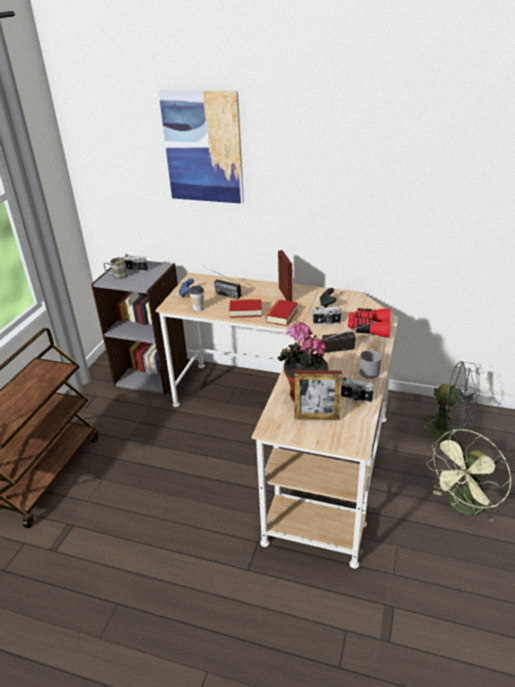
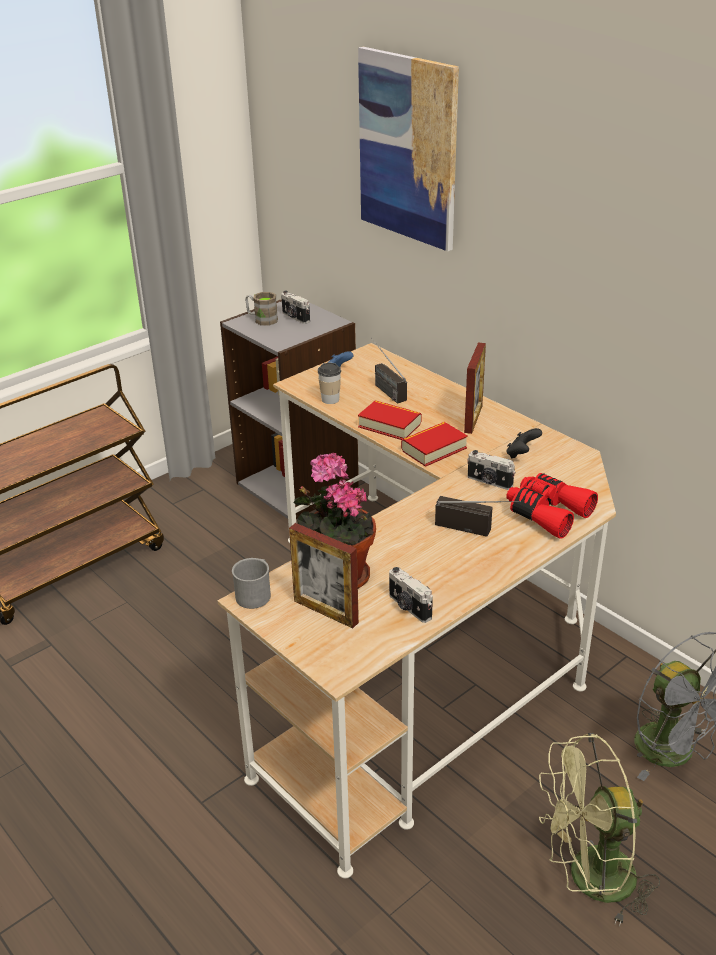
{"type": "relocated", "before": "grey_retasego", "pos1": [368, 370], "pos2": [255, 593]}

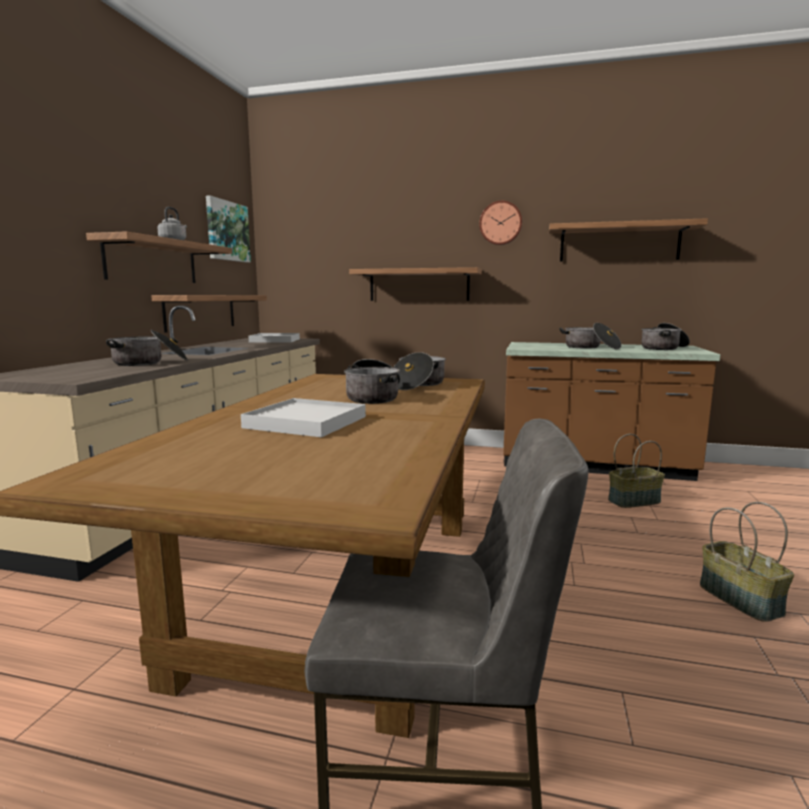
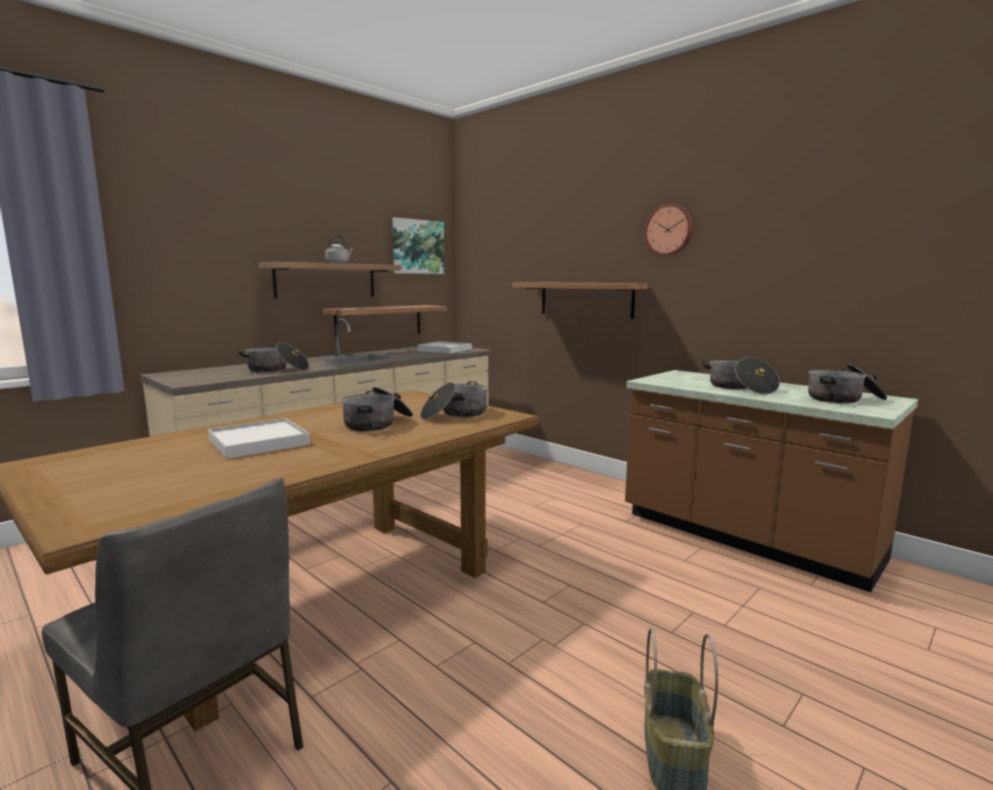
{"type": "missing", "before": "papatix", "pos1": [619, 243]}
{"type": "missing", "before": "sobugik", "pos1": [634, 501]}

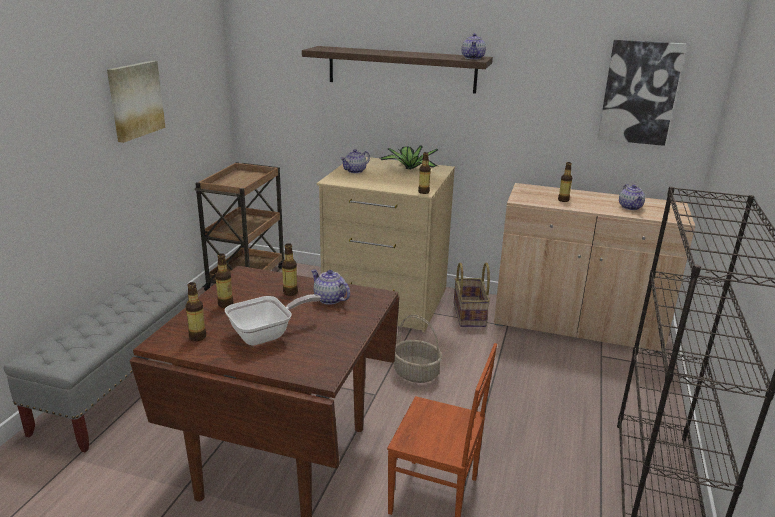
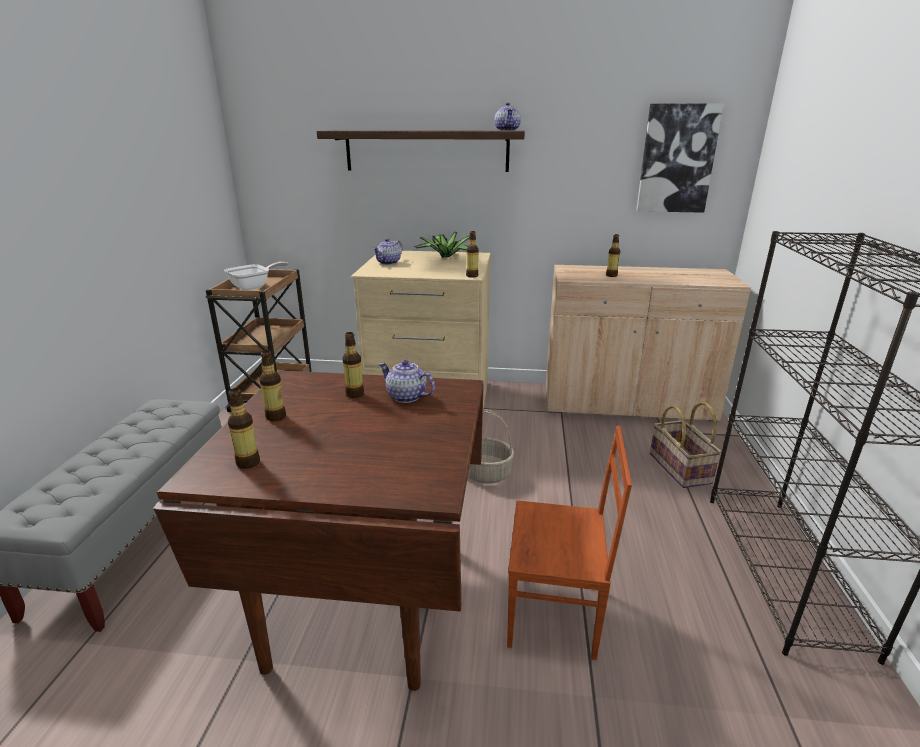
{"type": "missing", "before": "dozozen", "pos1": [135, 100]}
{"type": "relocated", "before": "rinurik", "pos1": [267, 334], "pos2": [254, 286]}
{"type": "relocated", "before": "sobugik", "pos1": [470, 315], "pos2": [681, 468]}
{"type": "missing", "before": "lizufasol", "pos1": [630, 207]}

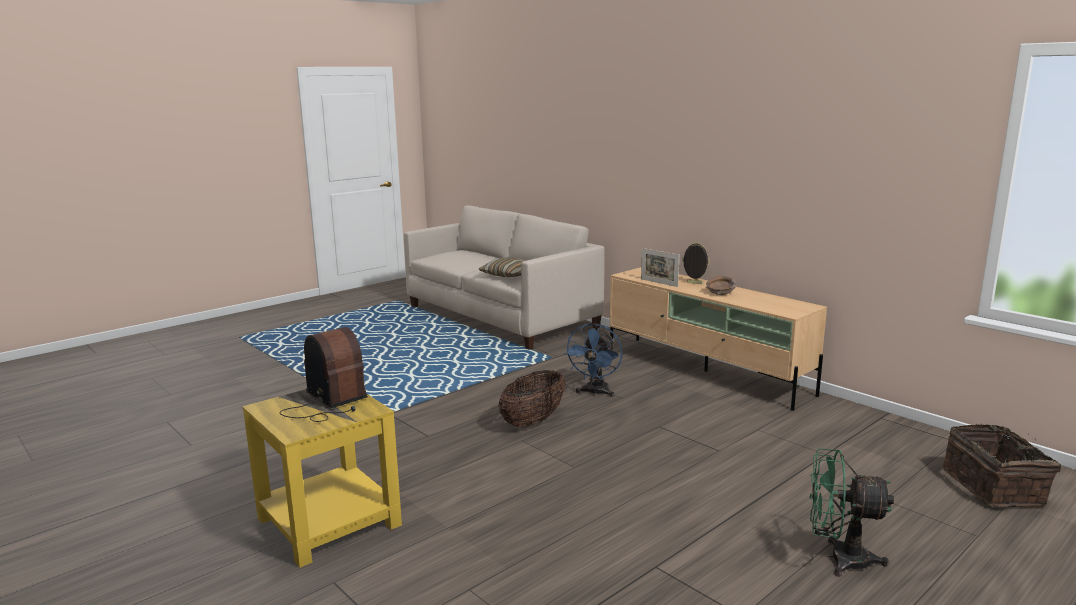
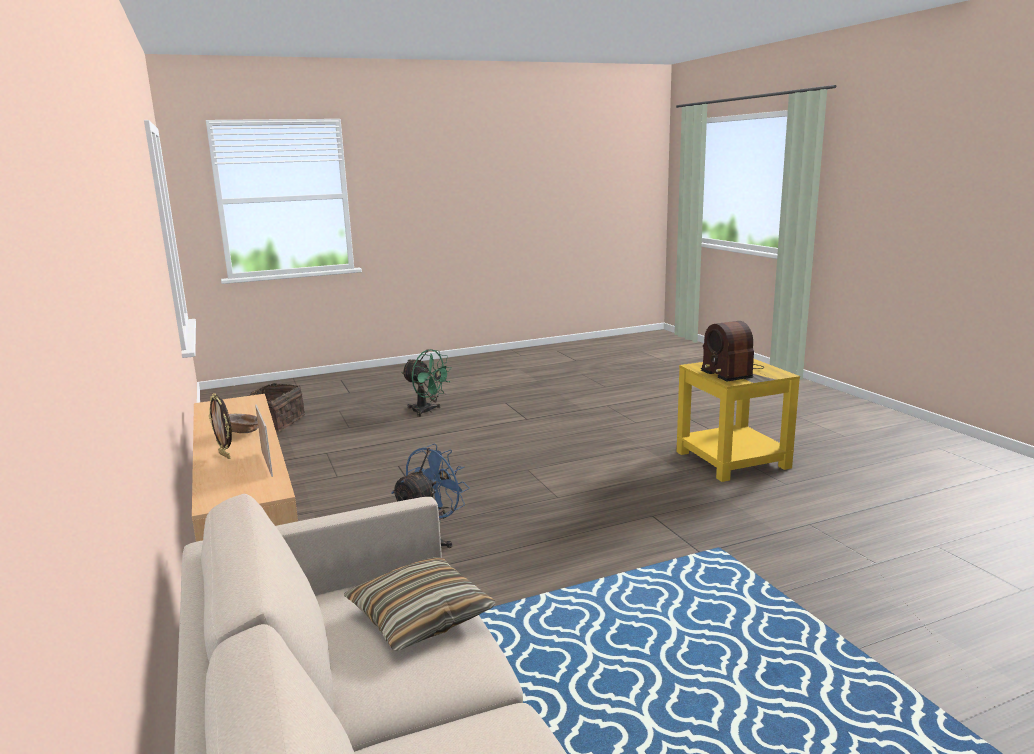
{"type": "missing", "before": "sobugik", "pos1": [533, 421]}

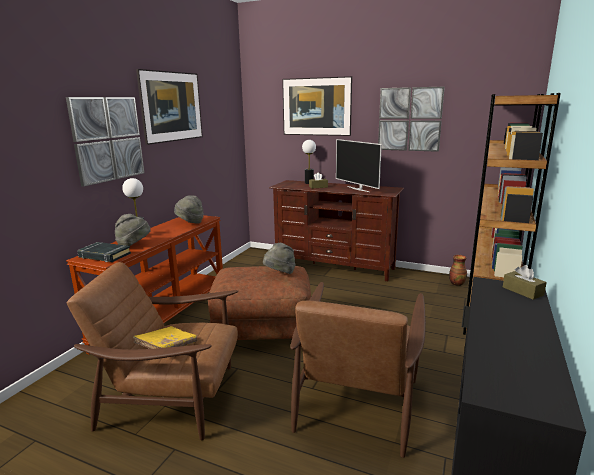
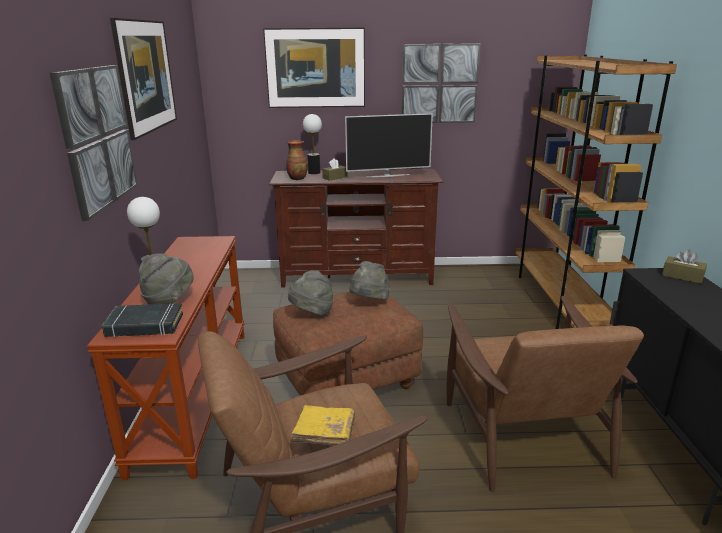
{"type": "relocated", "before": "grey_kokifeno", "pos1": [190, 222], "pos2": [312, 313]}
{"type": "spun", "before": "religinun", "pos1": [358, 189], "pos2": [387, 175], "turn": -45}
{"type": "relocated", "before": "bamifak", "pos1": [456, 283], "pos2": [297, 178]}

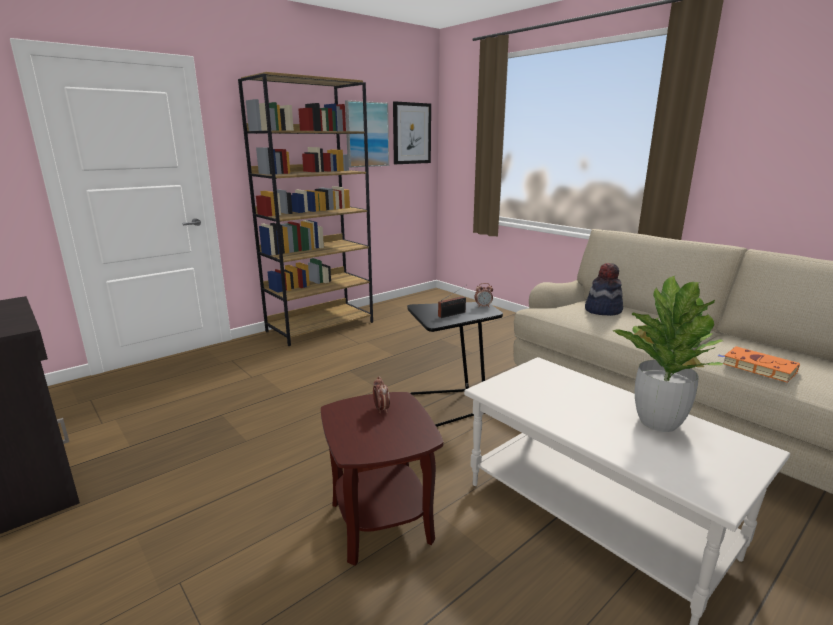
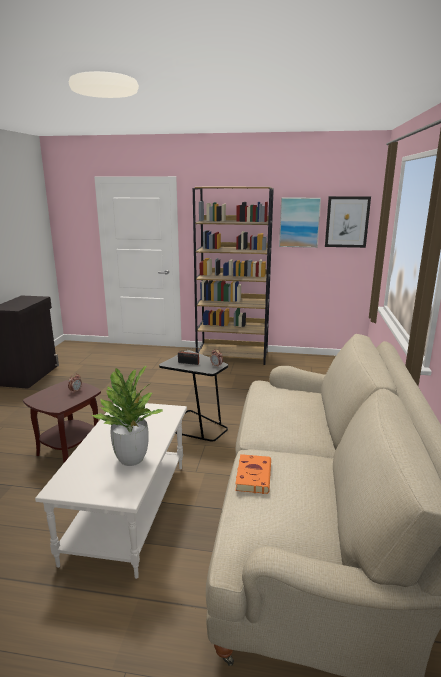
{"type": "missing", "before": "kokifeno", "pos1": [602, 310]}

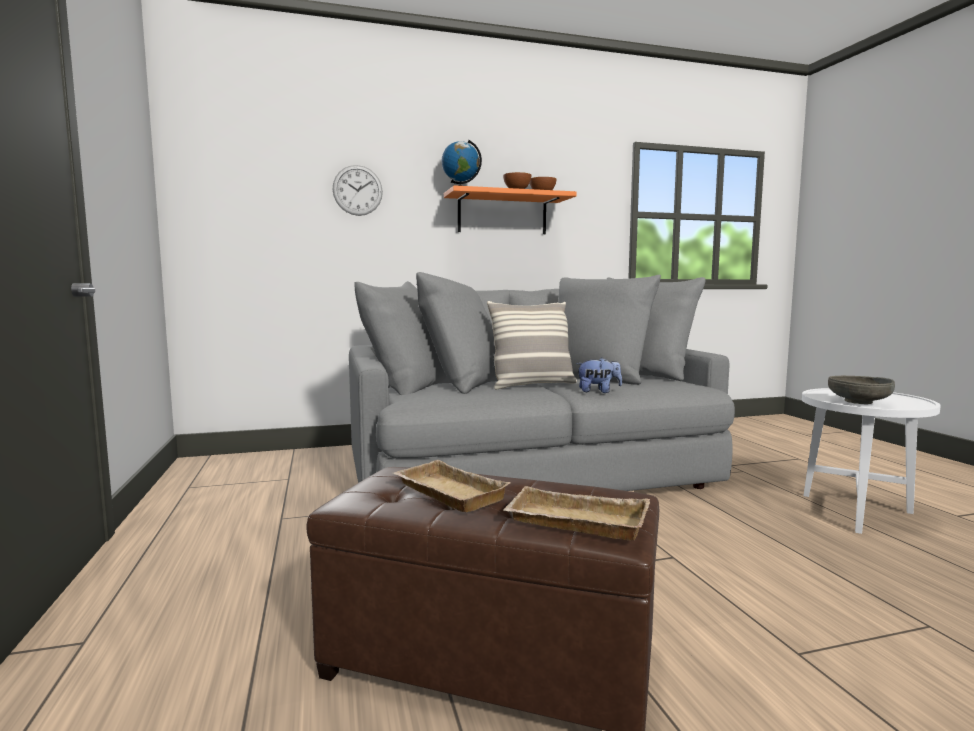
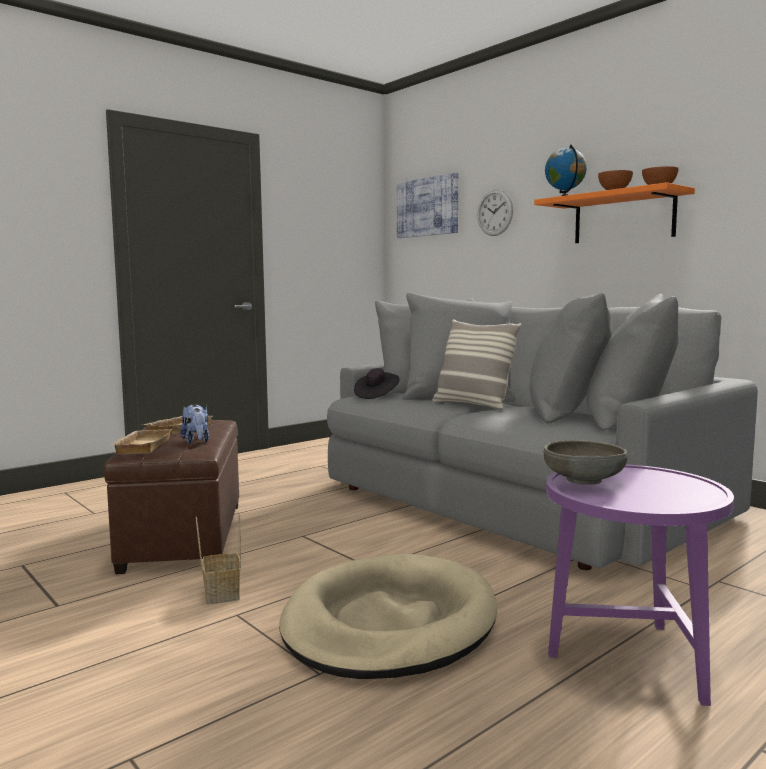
{"type": "relocated", "before": "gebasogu", "pos1": [598, 391], "pos2": [196, 441]}
{"type": "colour", "before": "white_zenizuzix", "after": "purple_zenizuzix", "pos1": [857, 514], "pos2": [628, 659]}
{"type": "appeared", "after": "sobugik", "pos2": [221, 593]}
{"type": "appeared", "after": "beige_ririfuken", "pos2": [389, 623]}
{"type": "appeared", "after": "black_kokifeno", "pos2": [376, 396]}
{"type": "appeared", "after": "dozozen", "pos2": [427, 207]}

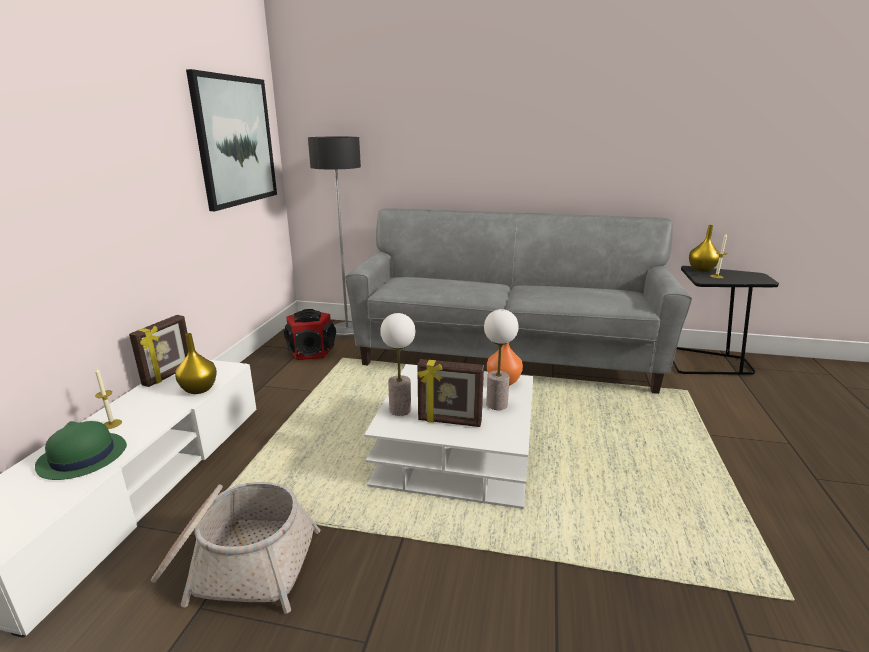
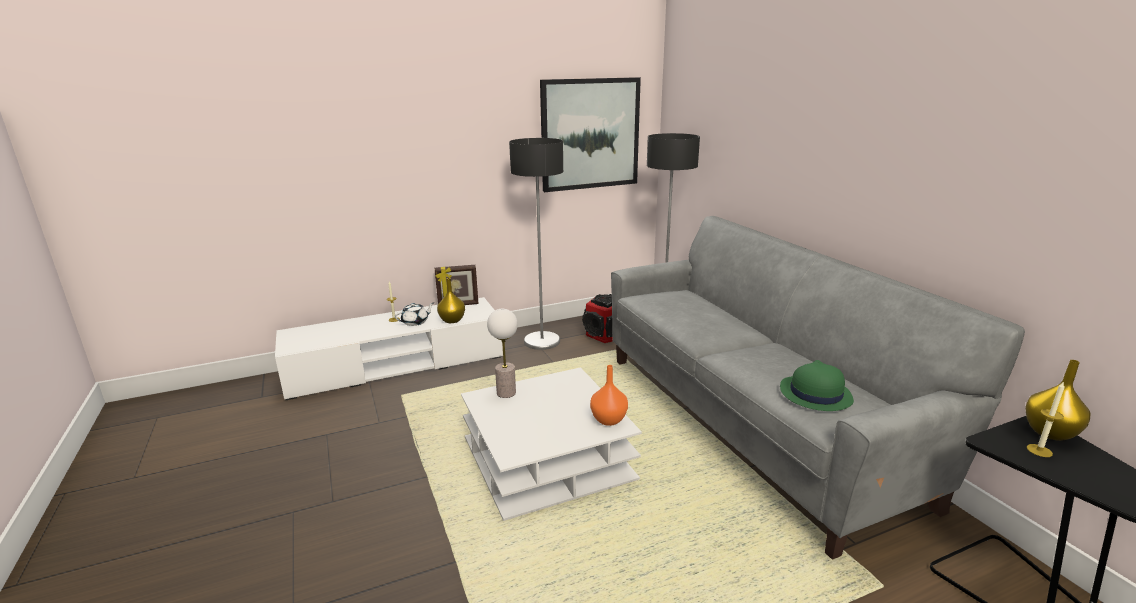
{"type": "relocated", "before": "green_kokifeno", "pos1": [82, 457], "pos2": [815, 394]}
{"type": "missing", "before": "sobugik", "pos1": [238, 564]}
{"type": "missing", "before": "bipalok", "pos1": [449, 422]}
{"type": "missing", "before": "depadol", "pos1": [496, 404]}
{"type": "appeared", "after": "white_lizufasol", "pos2": [415, 322]}
{"type": "appeared", "after": "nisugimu", "pos2": [542, 341]}

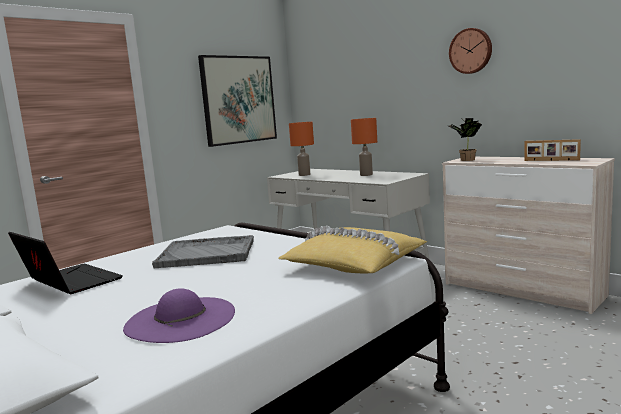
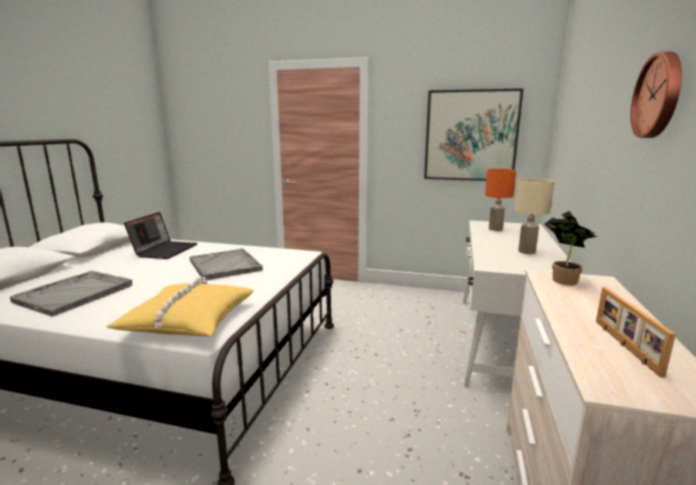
{"type": "exchanged", "before": "purple_kokifeno", "after": "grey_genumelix", "pos1": [180, 319], "pos2": [76, 293]}
{"type": "colour", "before": "orange_depadol", "after": "beige_depadol", "pos1": [366, 175], "pos2": [526, 251]}

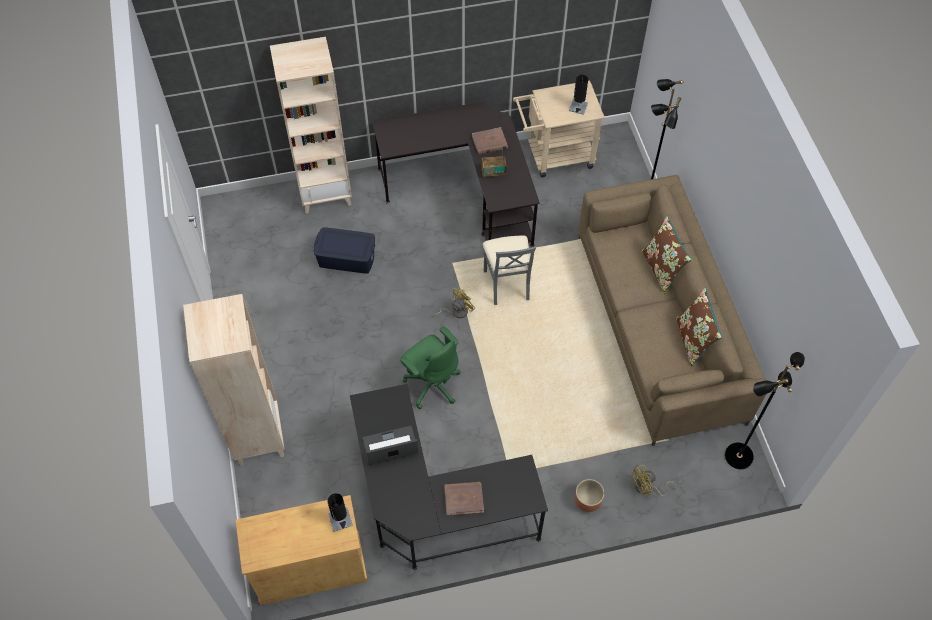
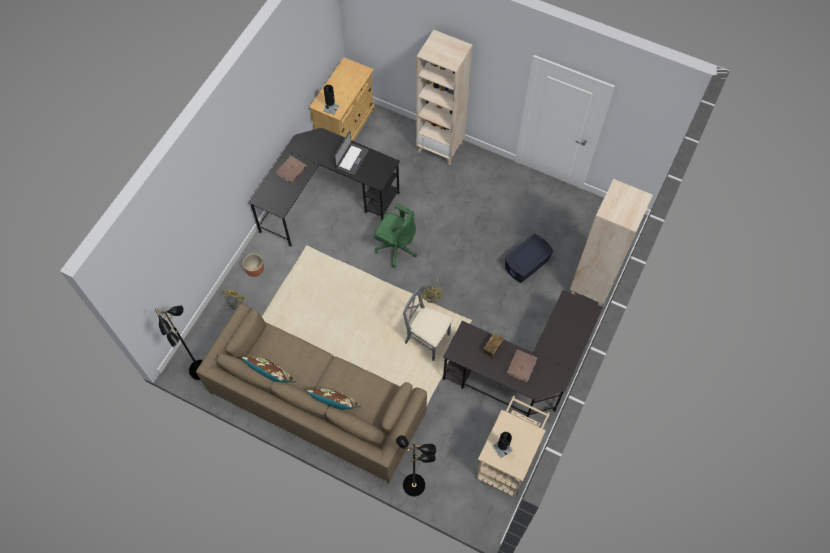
{"type": "spun", "before": "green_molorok", "pos1": [432, 384], "pos2": [396, 248], "turn": -150}

